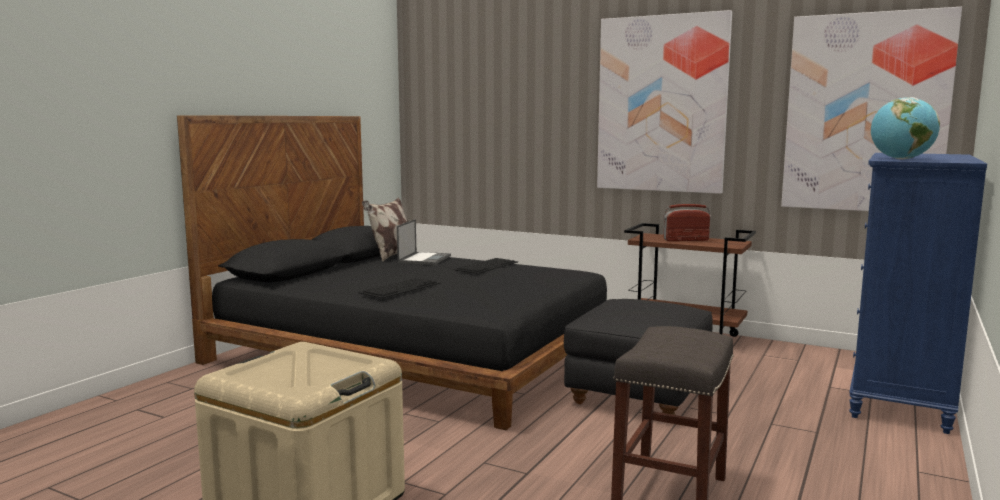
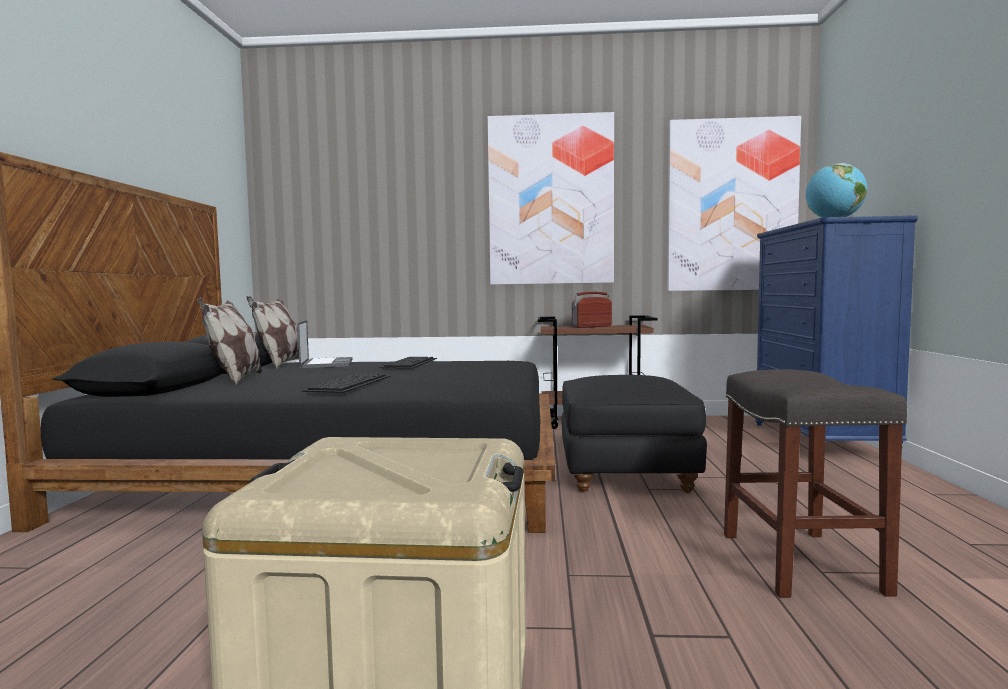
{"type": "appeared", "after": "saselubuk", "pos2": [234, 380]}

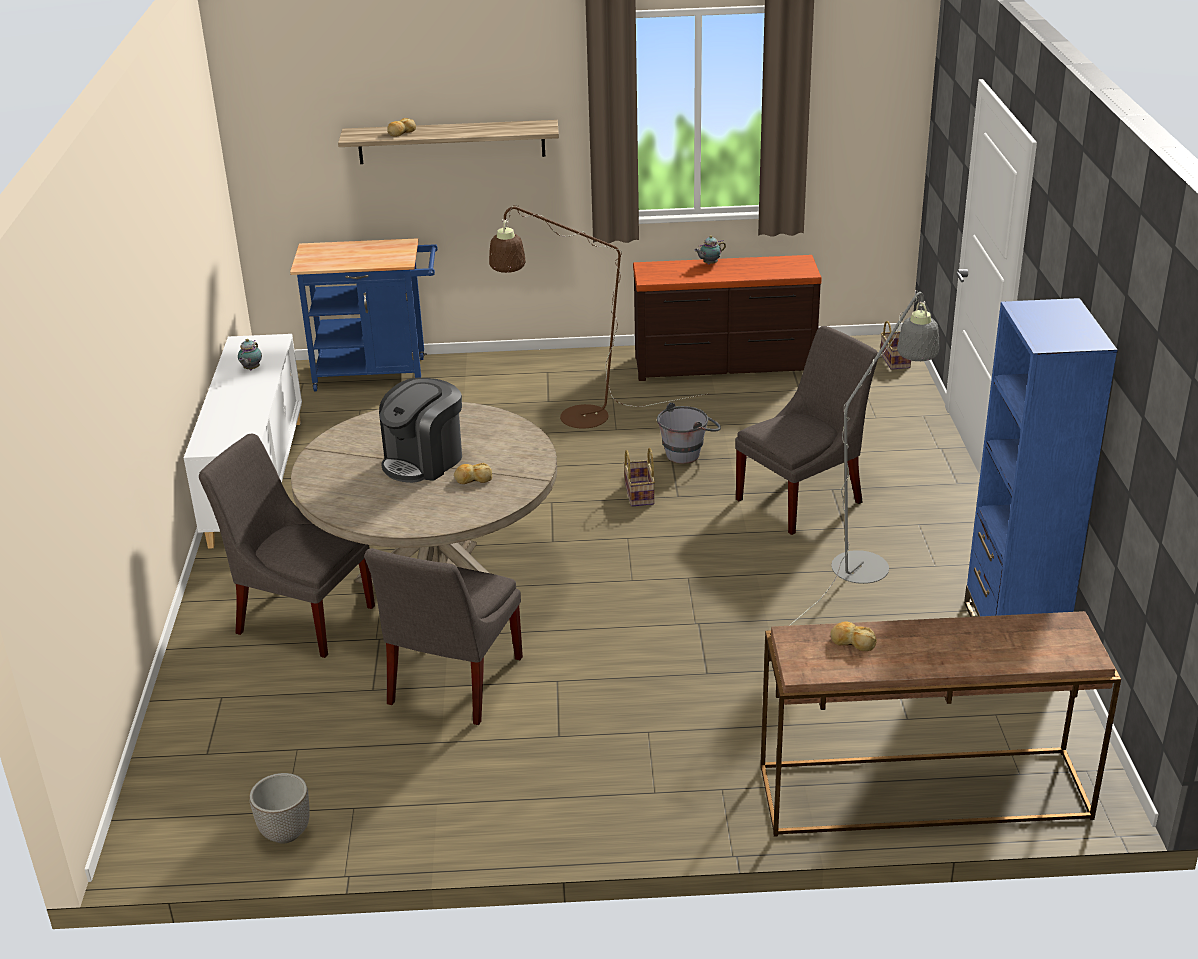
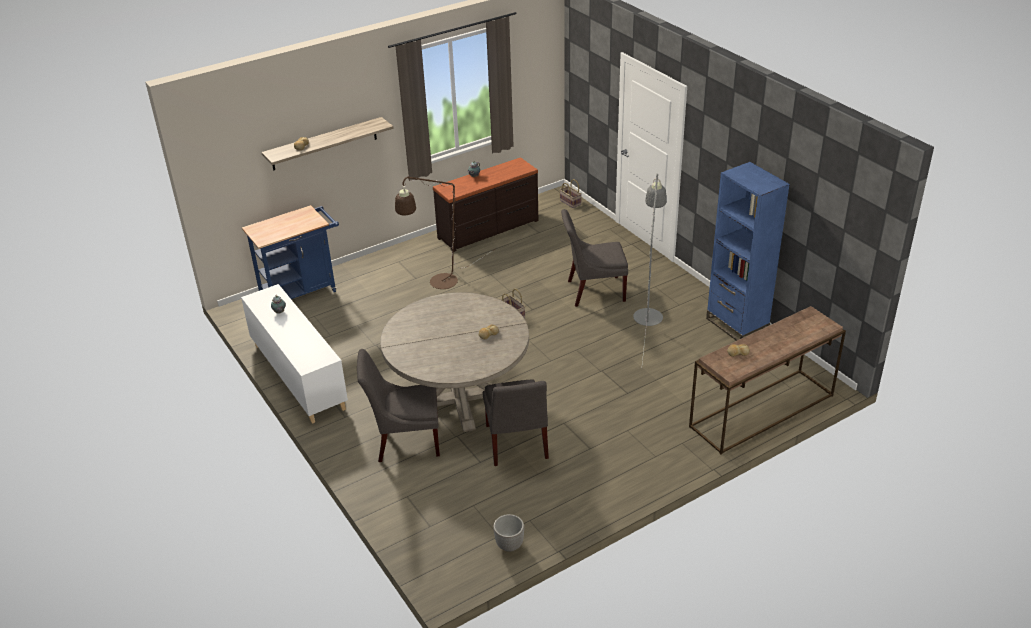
{"type": "missing", "before": "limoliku", "pos1": [424, 461]}
{"type": "missing", "before": "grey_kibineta", "pos1": [688, 452]}
{"type": "spun", "before": "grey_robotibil", "pos1": [803, 499], "pos2": [593, 291], "turn": -120}

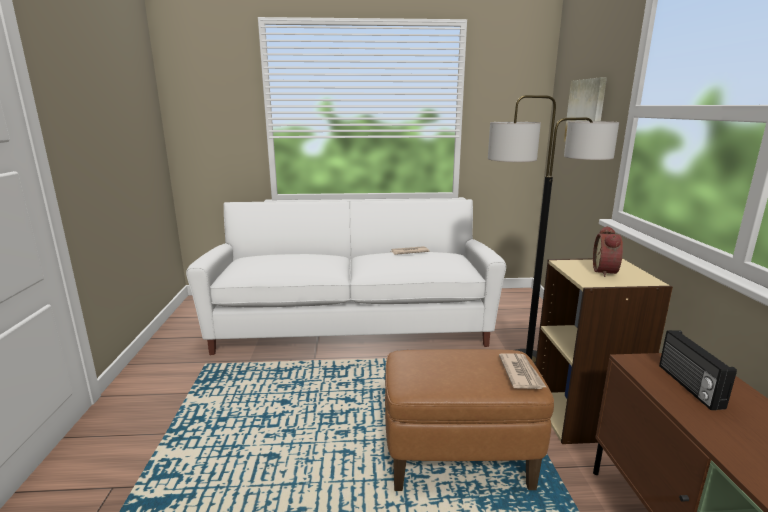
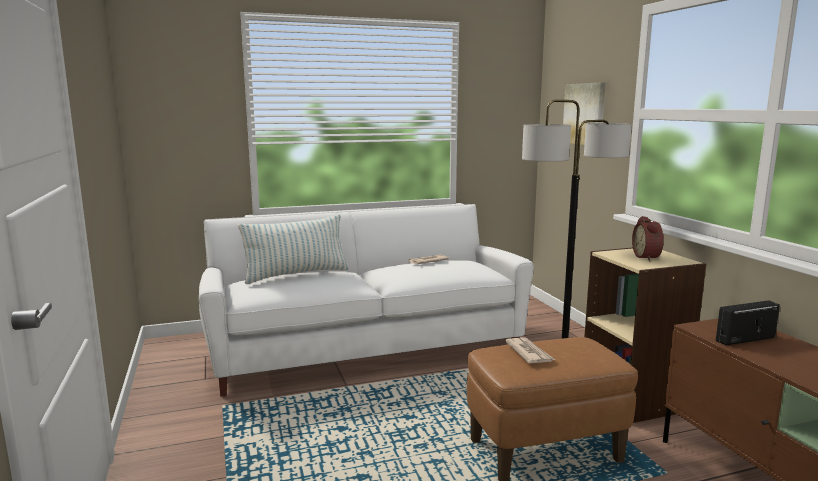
{"type": "relocated", "before": "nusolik", "pos1": [521, 373], "pos2": [529, 353]}
{"type": "spun", "before": "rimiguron", "pos1": [688, 386], "pos2": [744, 338], "turn": 90}
{"type": "appeared", "after": "saselubuk", "pos2": [296, 275]}

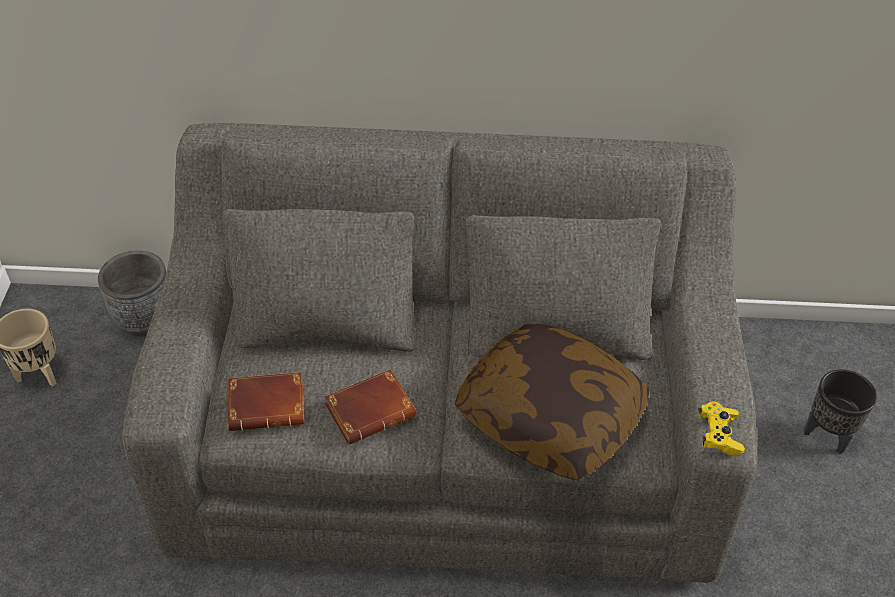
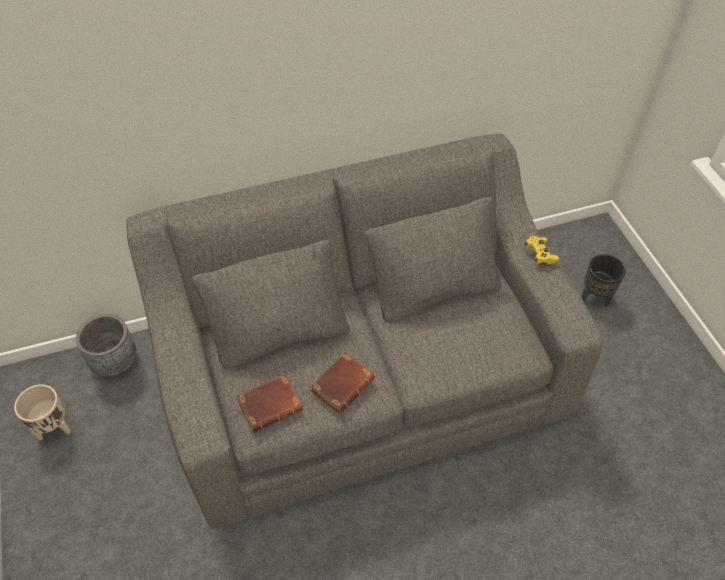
{"type": "missing", "before": "saselubuk", "pos1": [550, 417]}
{"type": "relocated", "before": "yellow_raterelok", "pos1": [718, 435], "pos2": [540, 254]}

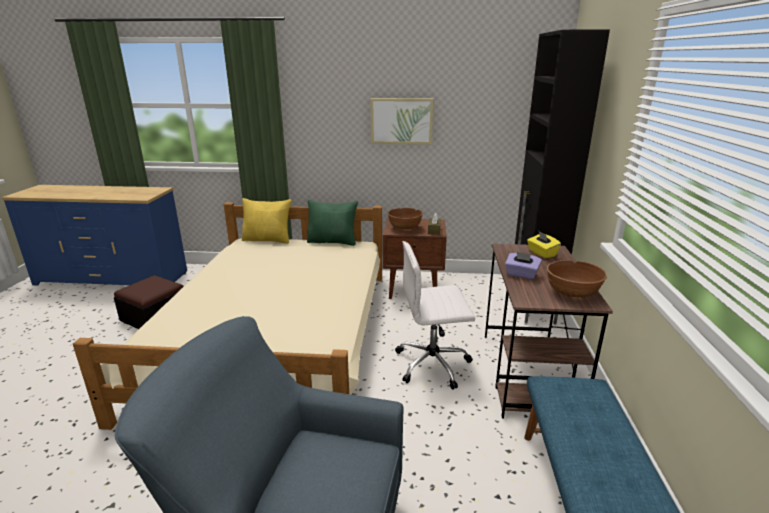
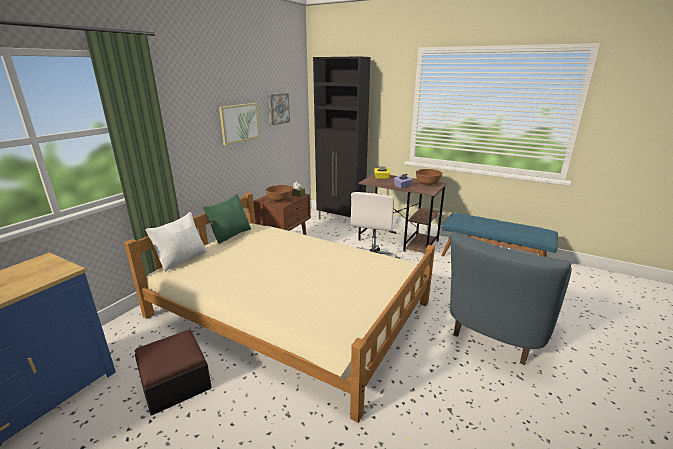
{"type": "colour", "before": "yellow_saselubuk", "after": "white_saselubuk", "pos1": [268, 240], "pos2": [182, 259]}
{"type": "appeared", "after": "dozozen", "pos2": [278, 108]}

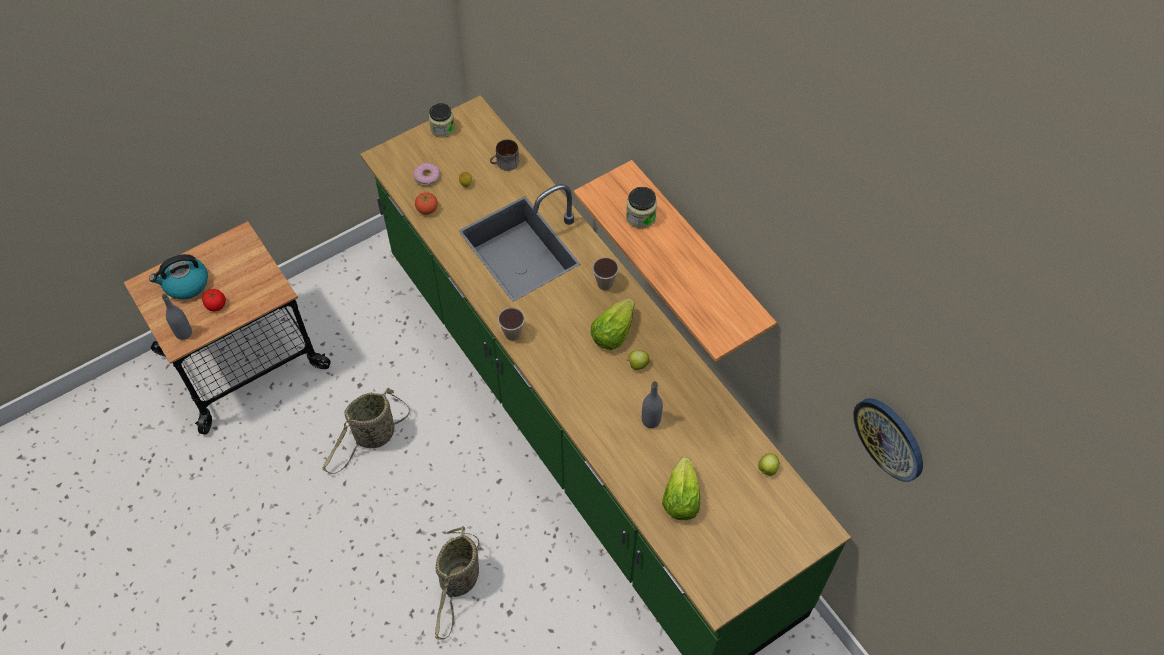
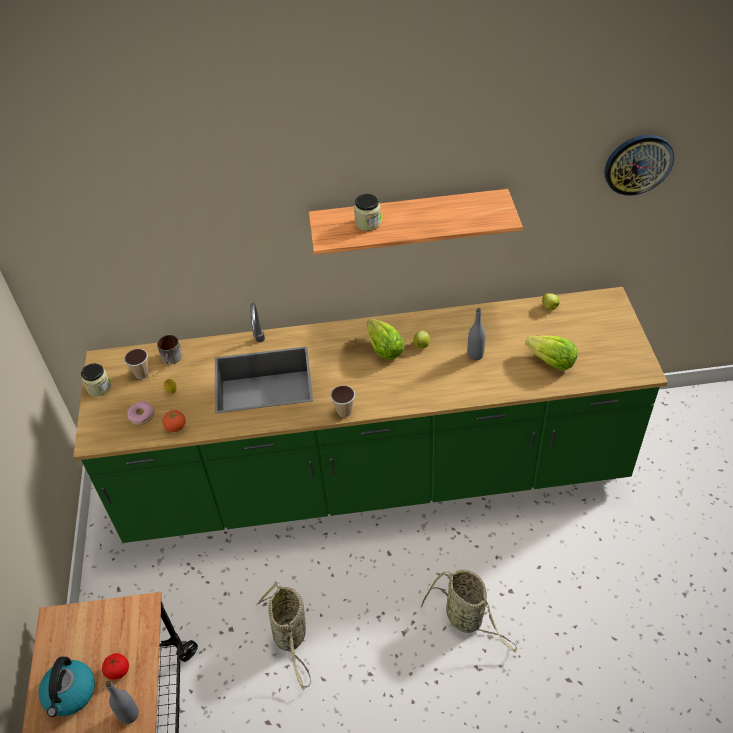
{"type": "relocated", "before": "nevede", "pos1": [605, 284], "pos2": [142, 374]}

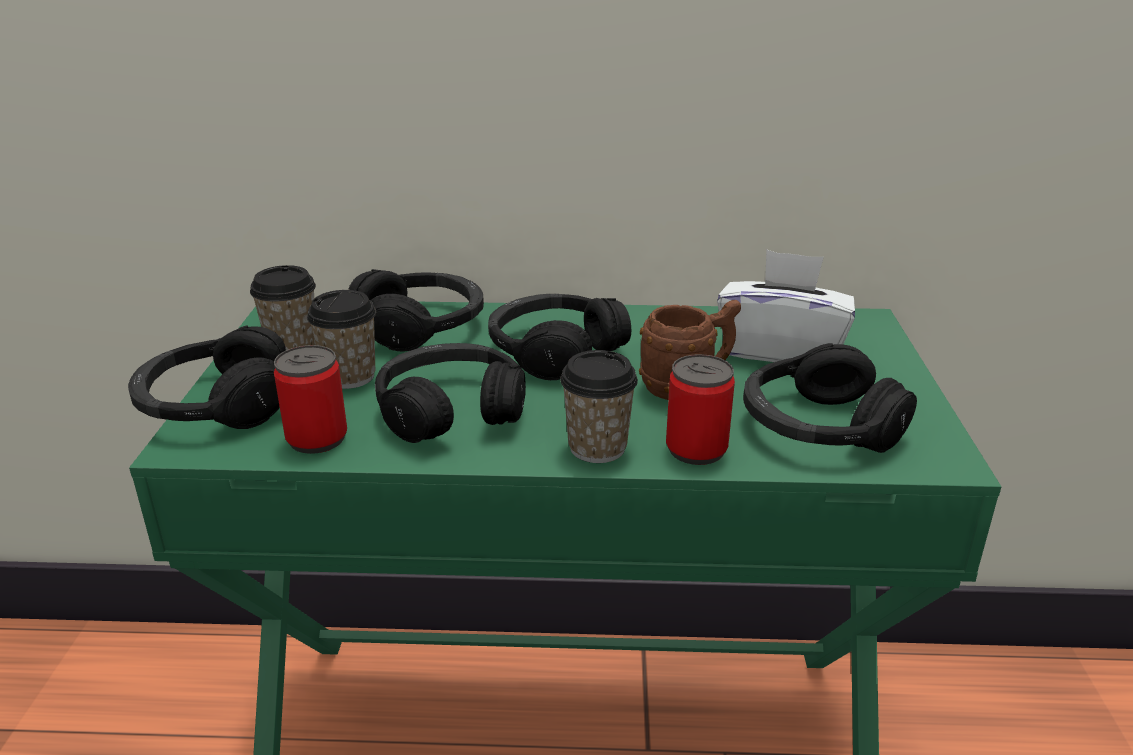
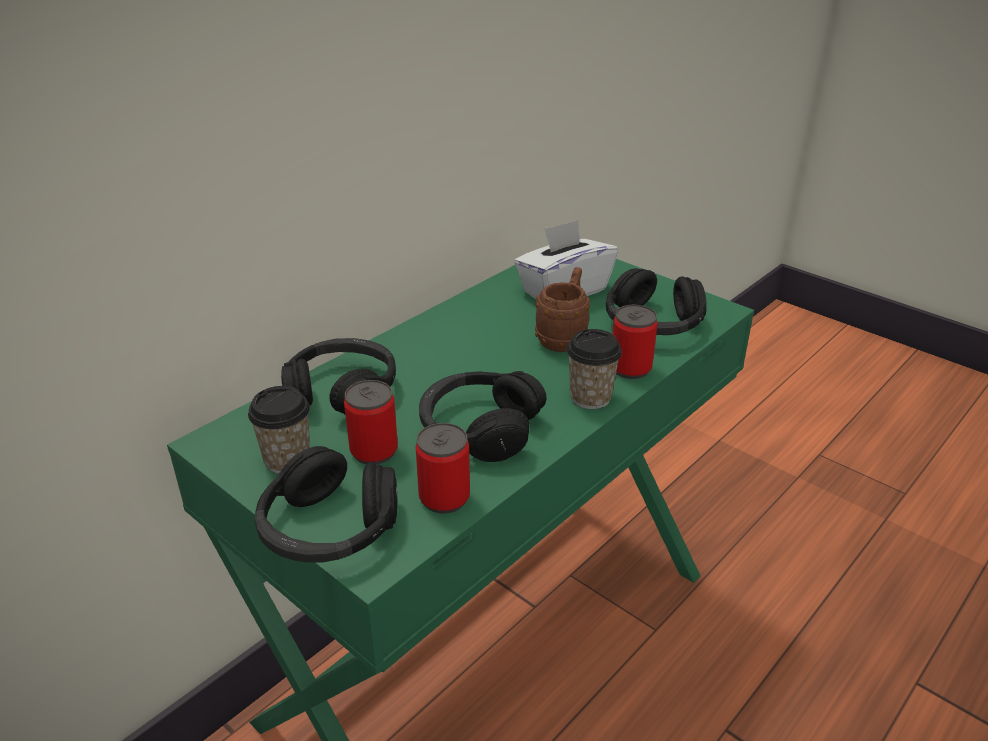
{"type": "exchanged", "before": "nevede", "after": "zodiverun", "pos1": [349, 377], "pos2": [374, 451]}
{"type": "missing", "before": "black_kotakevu", "pos1": [555, 351]}

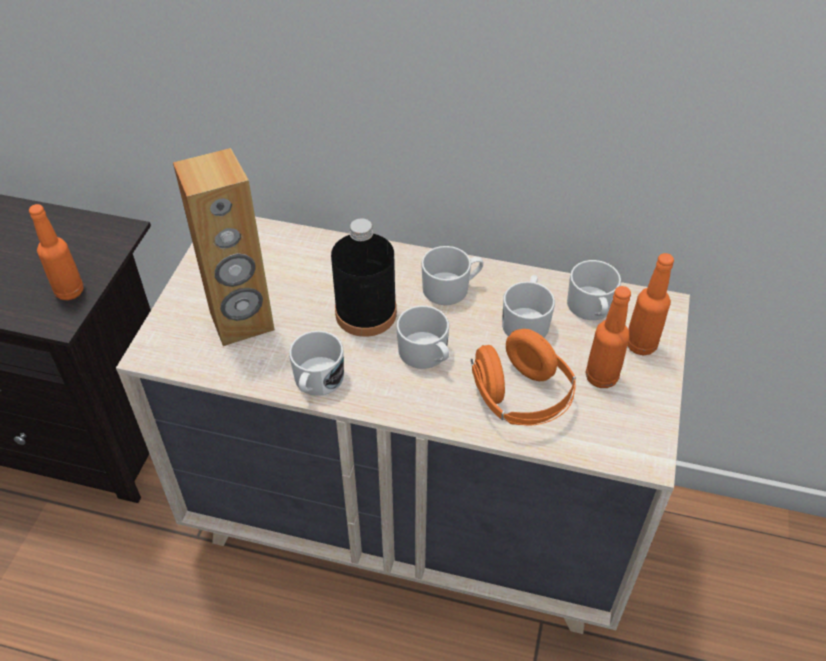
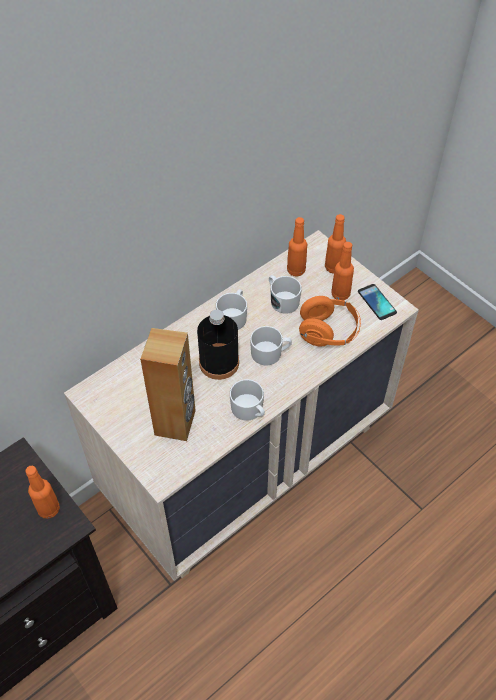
{"type": "exchanged", "before": "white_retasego", "after": "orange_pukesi", "pos1": [591, 308], "pos2": [296, 270]}
{"type": "appeared", "after": "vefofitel", "pos2": [376, 302]}

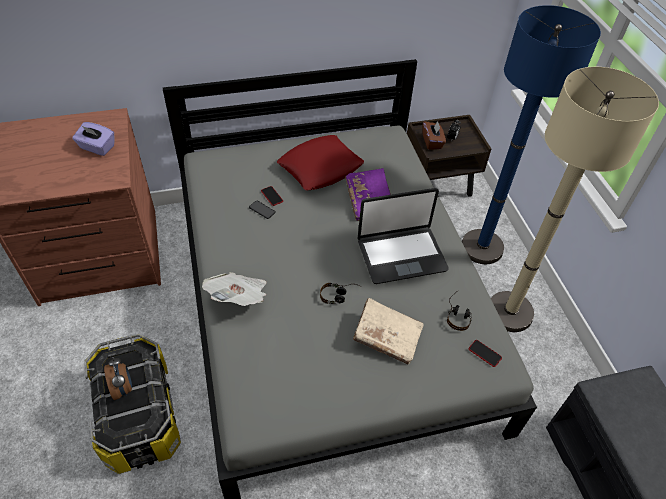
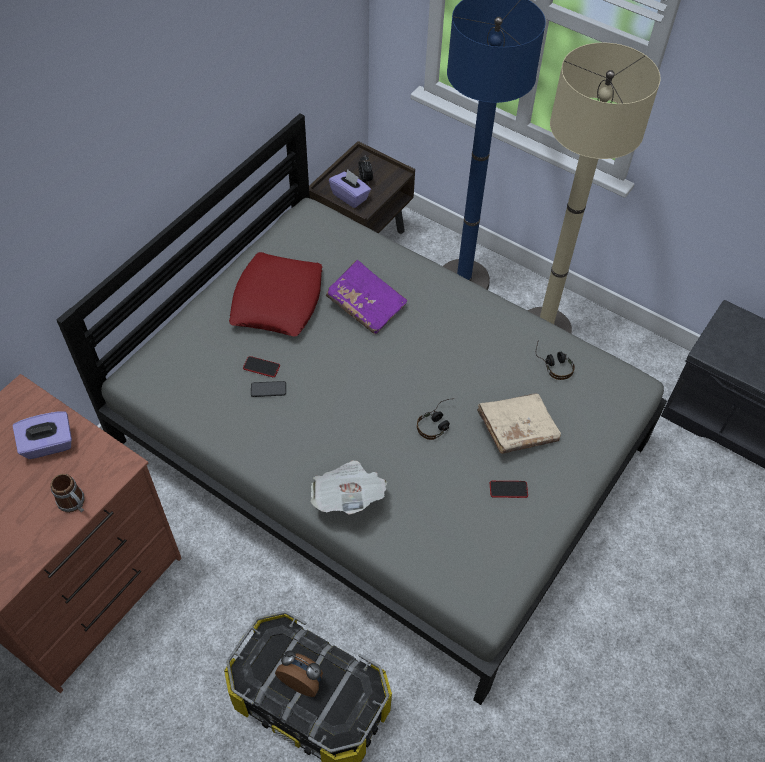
{"type": "missing", "before": "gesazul", "pos1": [401, 254]}
{"type": "colour", "before": "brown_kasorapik", "after": "purple_kasorapik", "pos1": [432, 142], "pos2": [350, 197]}
{"type": "relocated", "before": "vefofitel", "pos1": [484, 353], "pos2": [508, 489]}
{"type": "appeared", "after": "retasego", "pos2": [74, 504]}

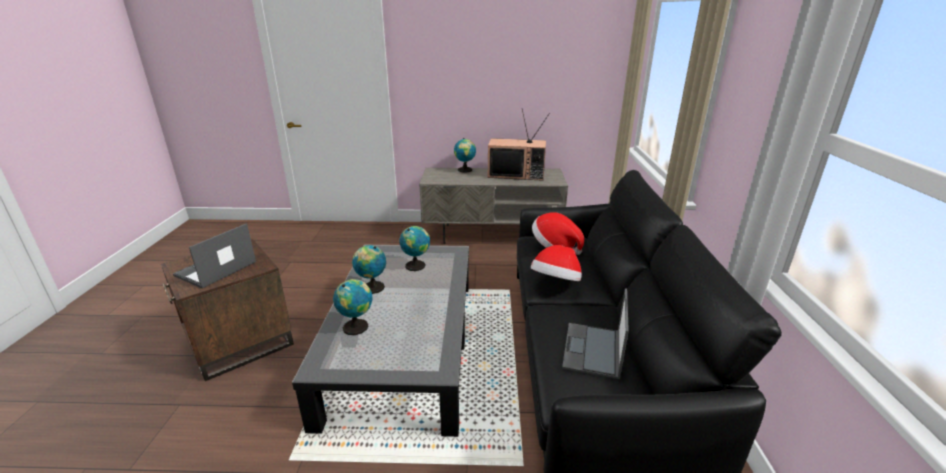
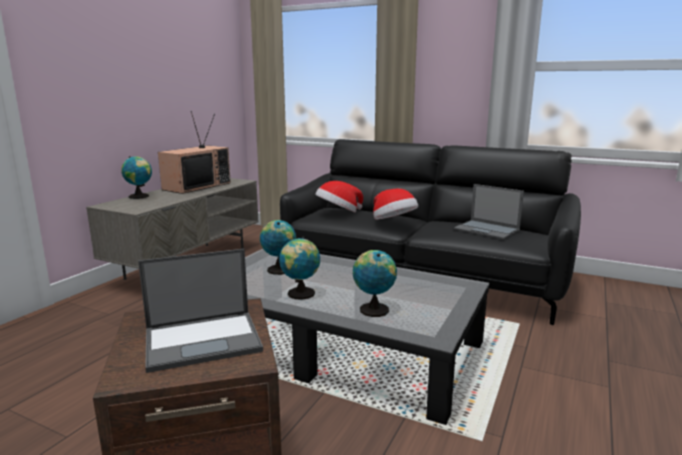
{"type": "spun", "before": "gesazul", "pos1": [215, 269], "pos2": [204, 340], "turn": -75}

